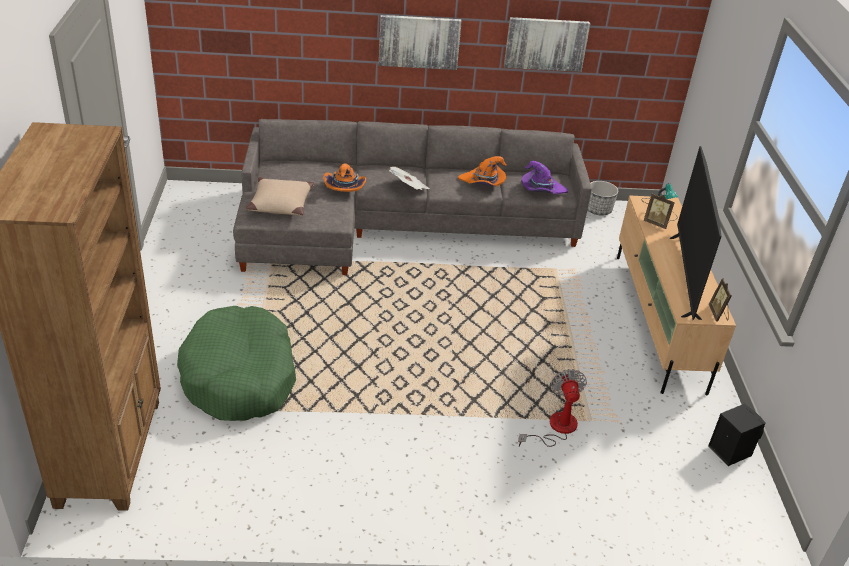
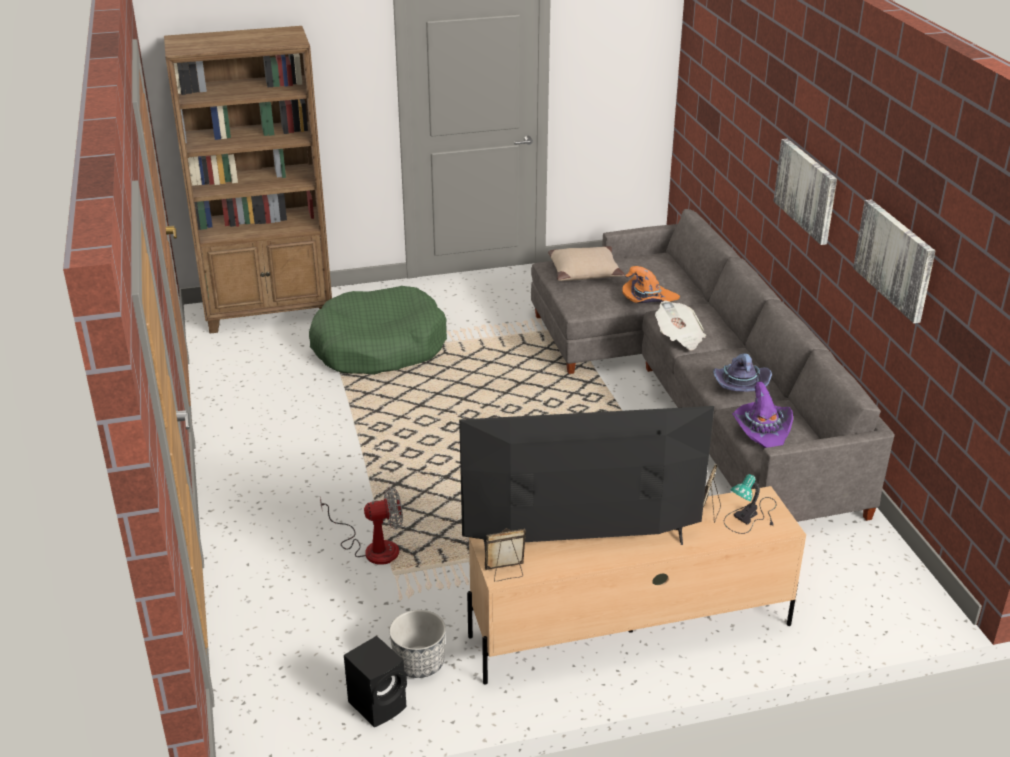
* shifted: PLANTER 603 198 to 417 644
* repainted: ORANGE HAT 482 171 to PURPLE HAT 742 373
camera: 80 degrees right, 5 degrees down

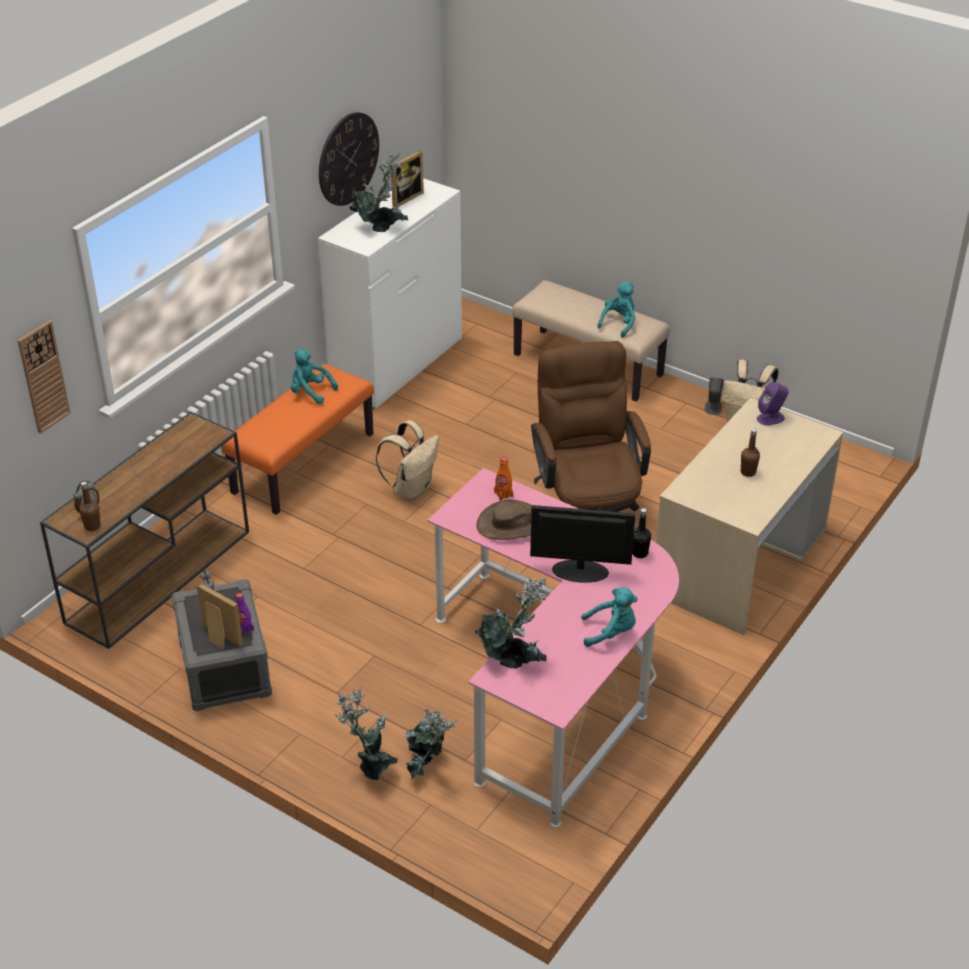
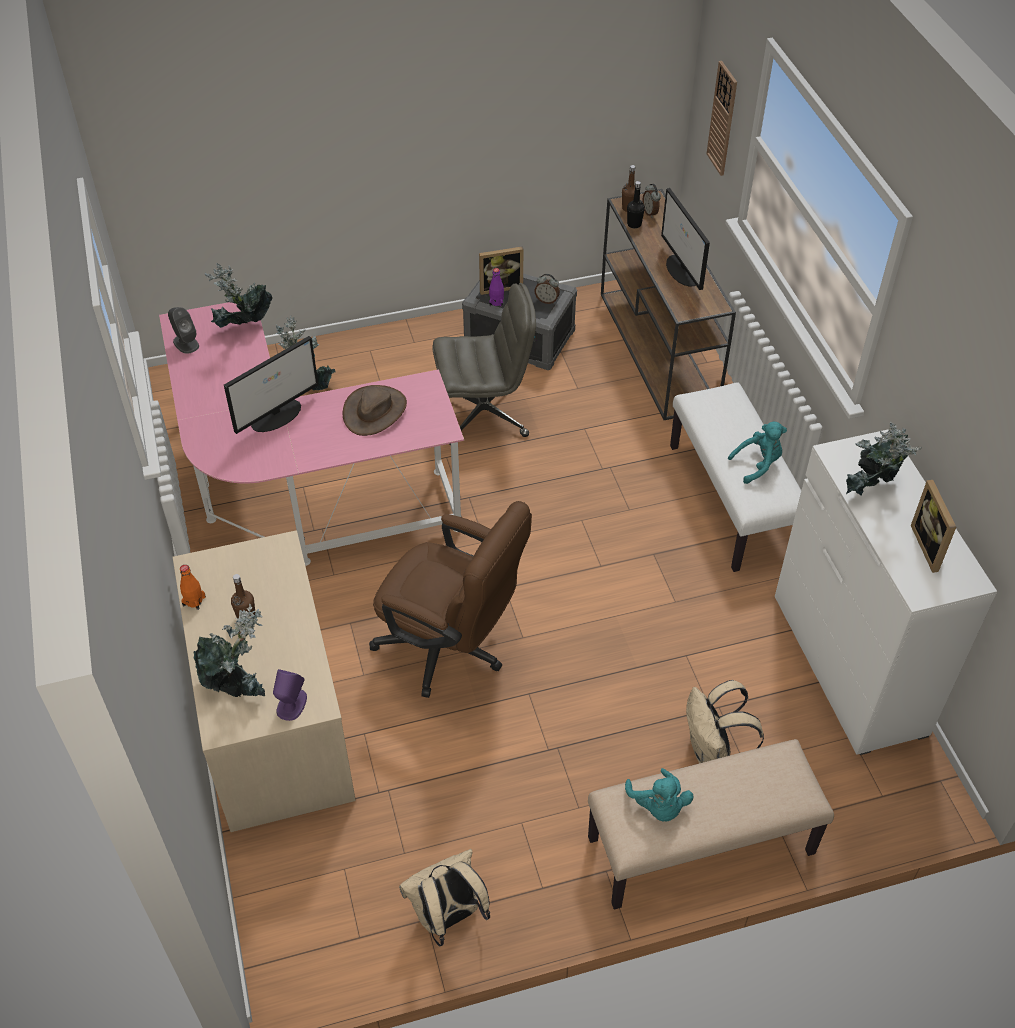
* shifted: GREY SPEAKER 714 396 to 183 330
* shifted: ORANGE BOTTLE 503 479 to 193 587
* shifted: POTTED PLANT 366 733 to 229 650
* new: GREY OFFICE CHAIR 484 364
* shifted: BLACK BOTTLE 641 533 to 636 205
* new: MONITOR 685 239
* repainted: ORANGE BENCH 297 439 to WHITE BENCH 735 477
* shifted: BEIGE BACKPACK 407 460 to 725 721
* gone: WALL CLOCK 349 159
* gone: TURQUOISE PLUSH TOY 609 617
camera: 130 degrees right, 10 degrees up

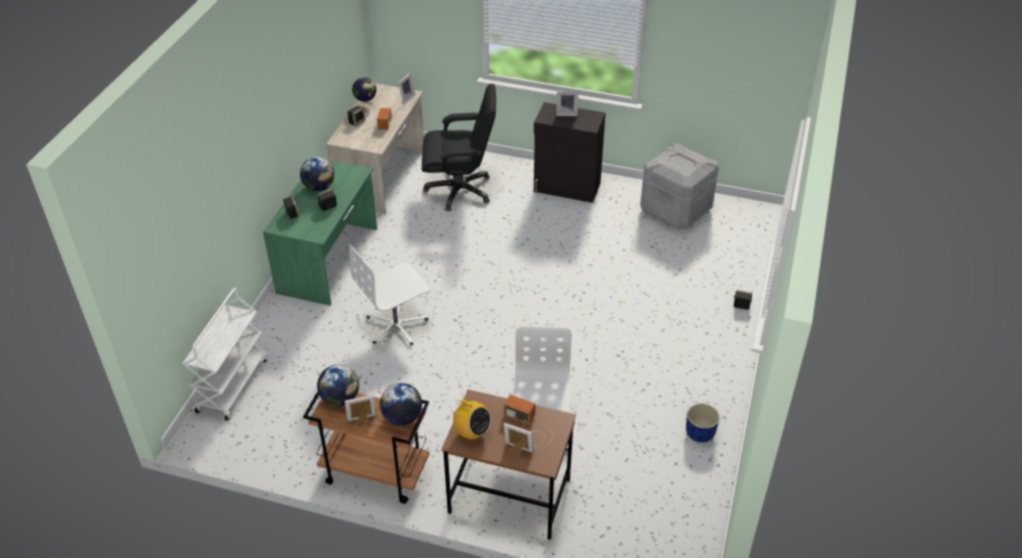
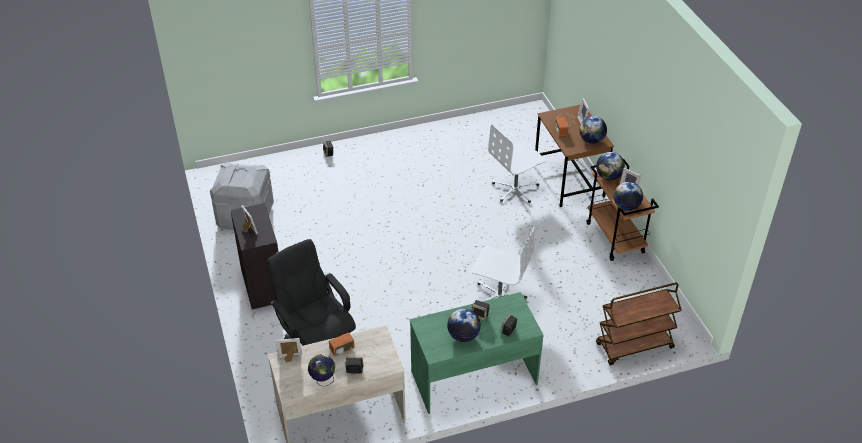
* swapped: RADIO 471 420 to GLOBE 593 130
* repainted: WHITE CART 225 354 to BROWN CART 639 323
* gone: BLUE PLANTER 703 423
camera: 125 degrees left, 0 degrees up

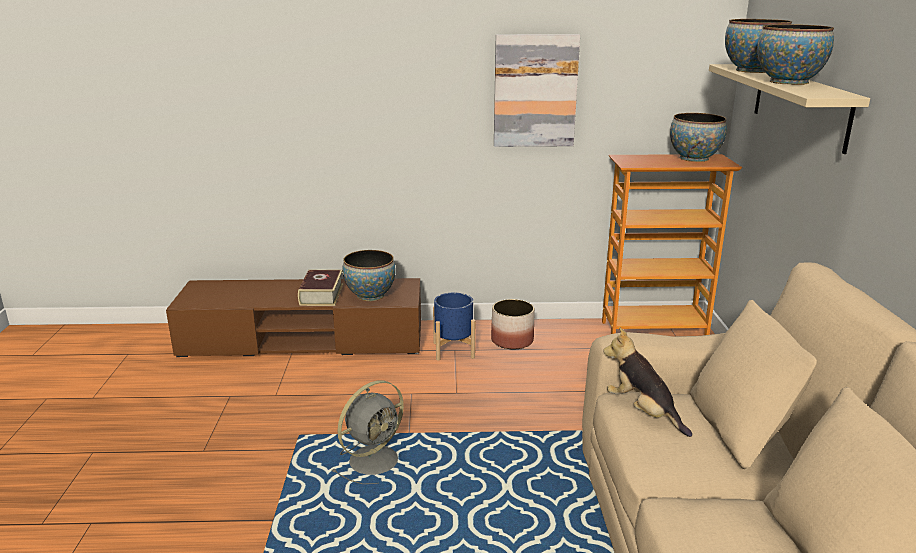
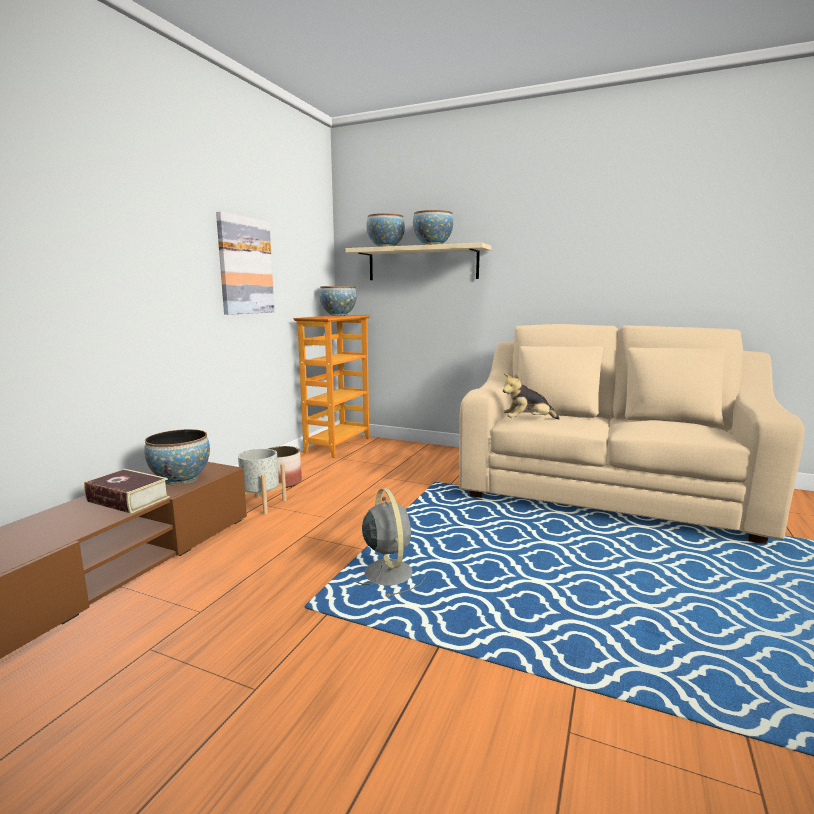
* repainted: BLUE PLANTER 454 327 to GREY PLANTER 262 482
camera: 65 degrees left, 10 degrees down

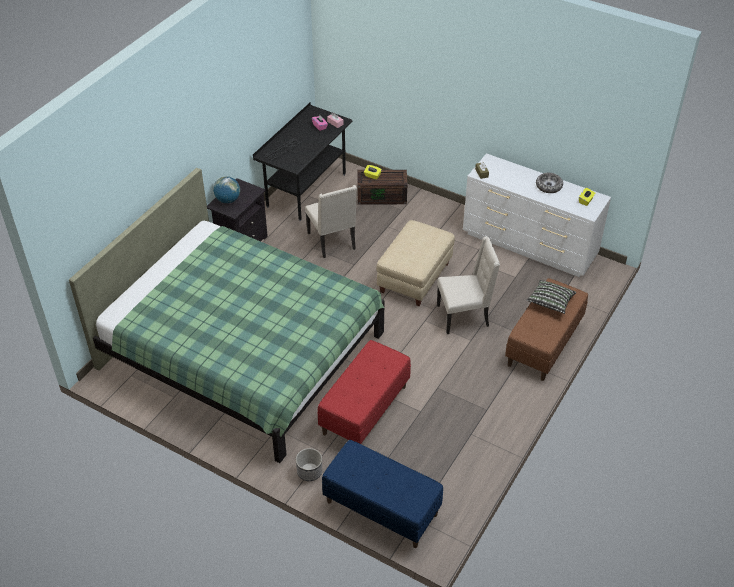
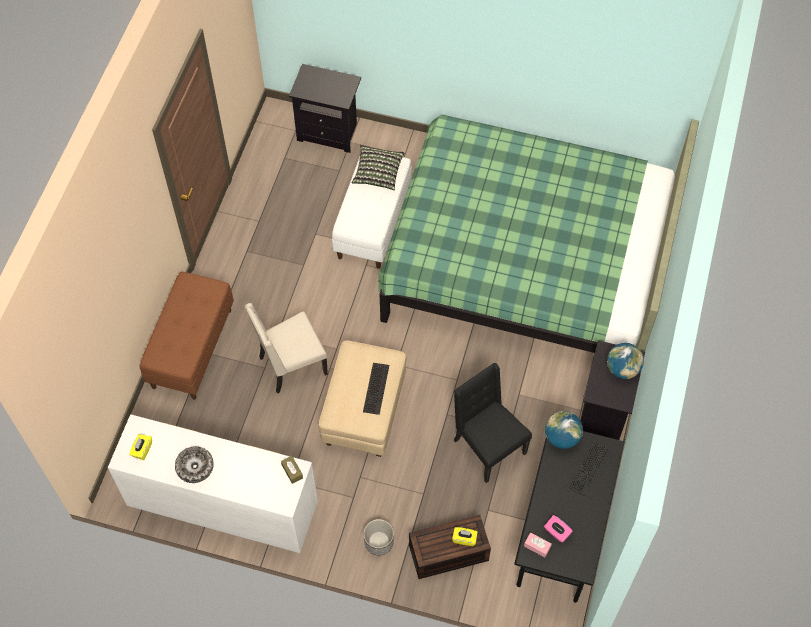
* swapped: BLUE BENCH 382 494 to BLACK NIGHTSTAND 325 108
* repainted: RED BENCH 364 392 to WHITE BENCH 372 213
* shifted: PILLOW 551 297 to 377 167
* new: KEYBOARD 376 389
* shifted: PLANTER 309 464 to 378 537
* repainted: BEIGE CHAIR 331 221 to BLACK CHAIR 493 423
* new: GLOBE 564 430
camera: 165 degrees right, 15 degrees up

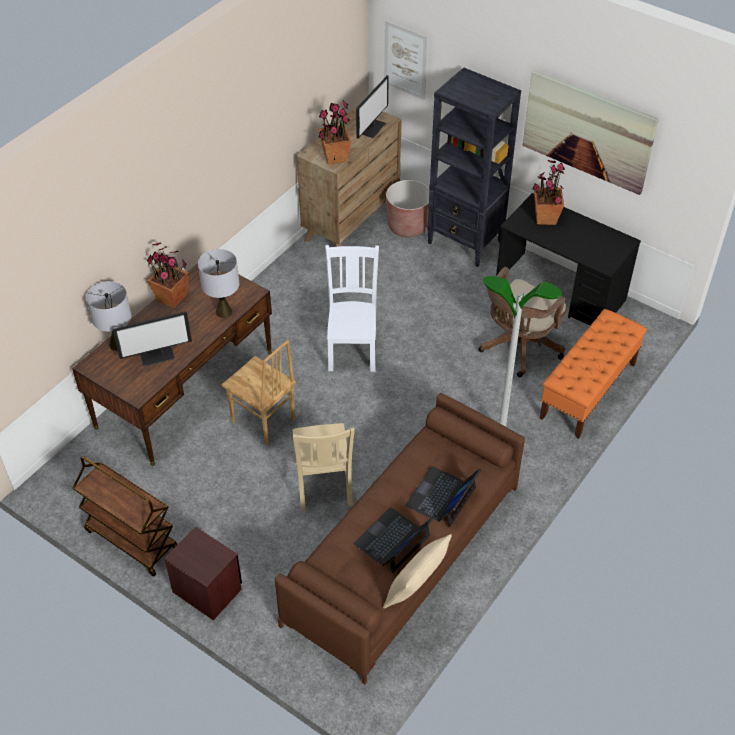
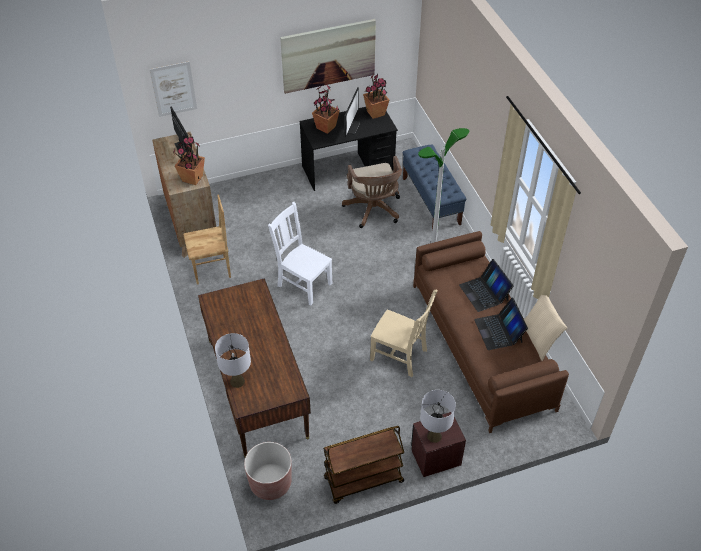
* shifted: BROWN CHAIR 258 392 to 207 240
* shifted: BROWN PLANTER 407 208 to 268 471
* shifted: MONITOR 152 338 to 351 112
* shifted: POTTED PLANT 168 275 to 376 96
* repainted: ORANGE BENCH 593 374 to BLUE BENCH 435 187
* shifted: GREY TABLE LAMP 218 283 to 438 416
* gone: BLACK BOOKCASE 474 167
camera: 55 degrees left, 0 degrees up

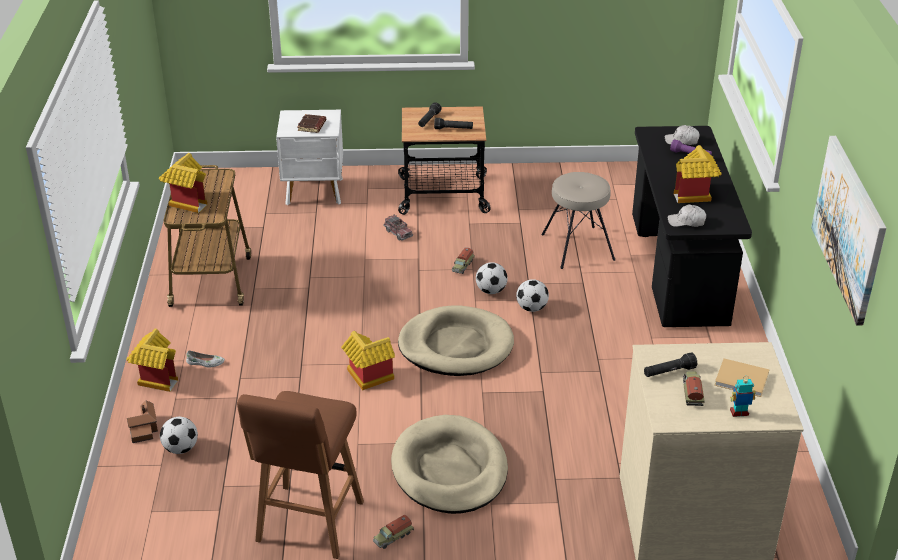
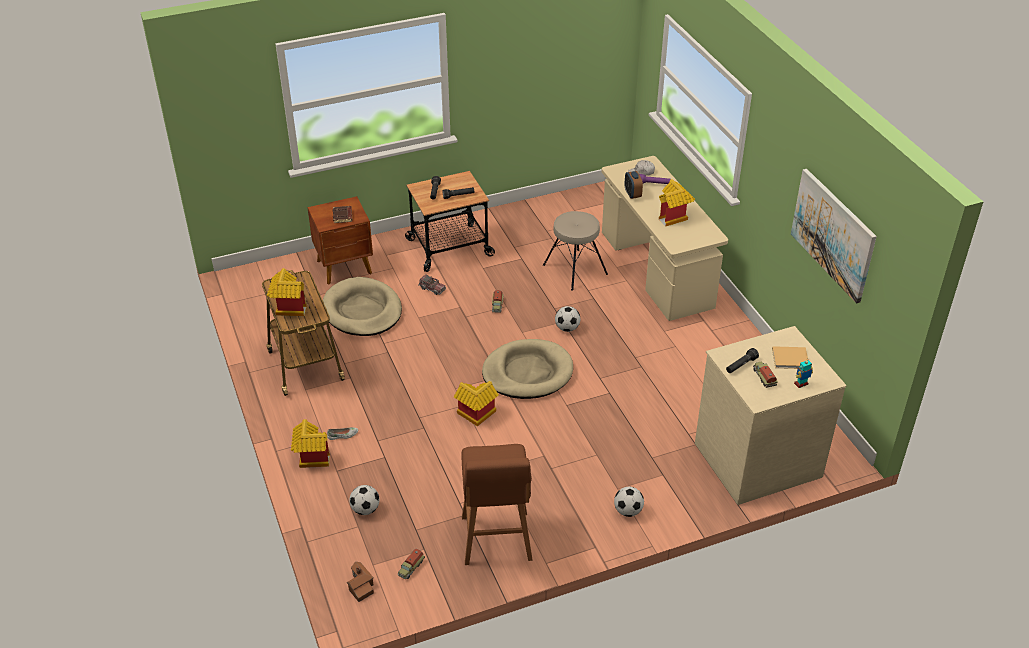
* repainted: WHITE NIGHTSTAND 309 157 to BROWN NIGHTSTAND 340 240
* shifted: BEIGE DOG BED 449 464 to 362 306
* shifted: TOY HOUSE 142 421 to 360 582
* shifted: TOY TRUCK 393 531 to 411 563
* repainted: BLACK DESK 692 226 to BEIGE DESK 665 238
* shifted: FOOTBALL 492 278 to 629 502
* new: ALARM CLOCK 634 185
* gone: WHITE CAP 687 215
camera: 20 degrees left, 5 degrees up

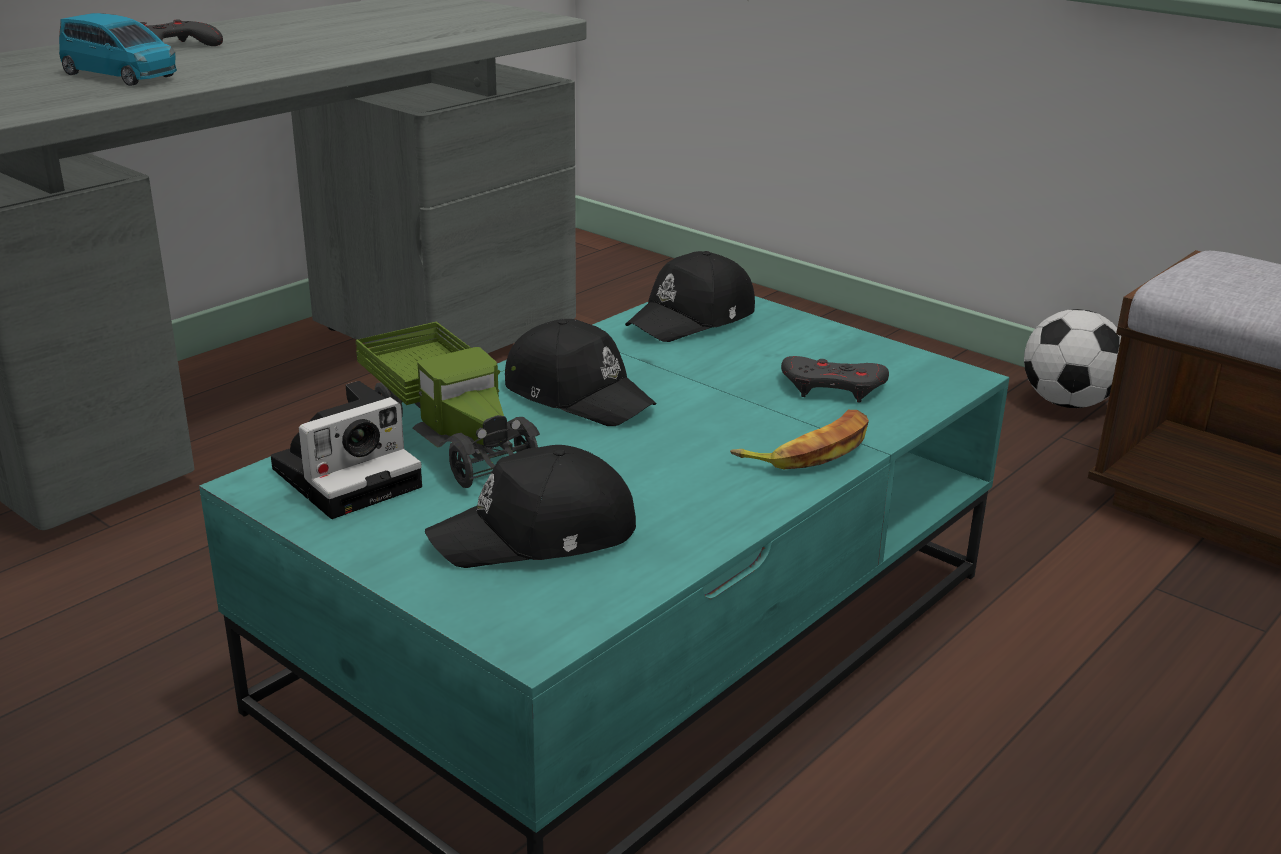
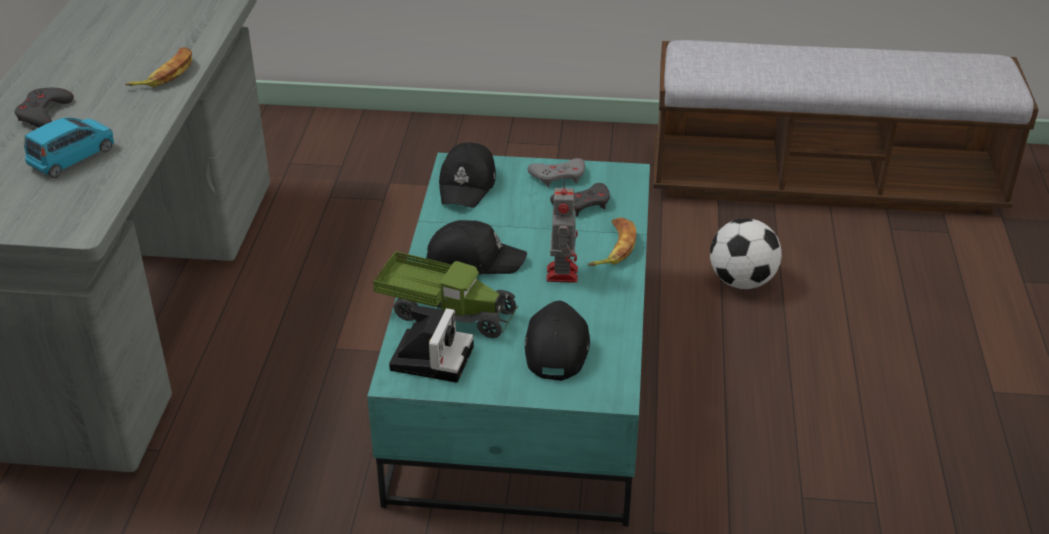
* rotated: BLUE TOY CAR 118 49 = 69 147 45 degrees counterclockwise
* new: BANANA 158 67
* rotated: BLACK CAP 530 506 = 557 340 150 degrees clockwise
* new: GREY GAME CONTROLLER 556 172
* new: TOY ROBOT 562 232
* shifted: FOOTBALL 1072 358 to 746 253
camera: 35 degrees left, 10 degrees up

